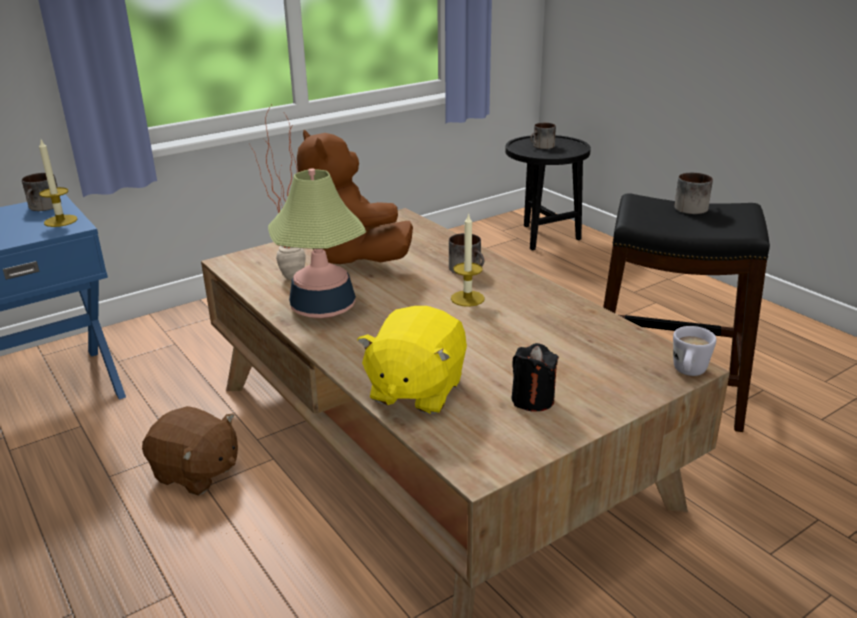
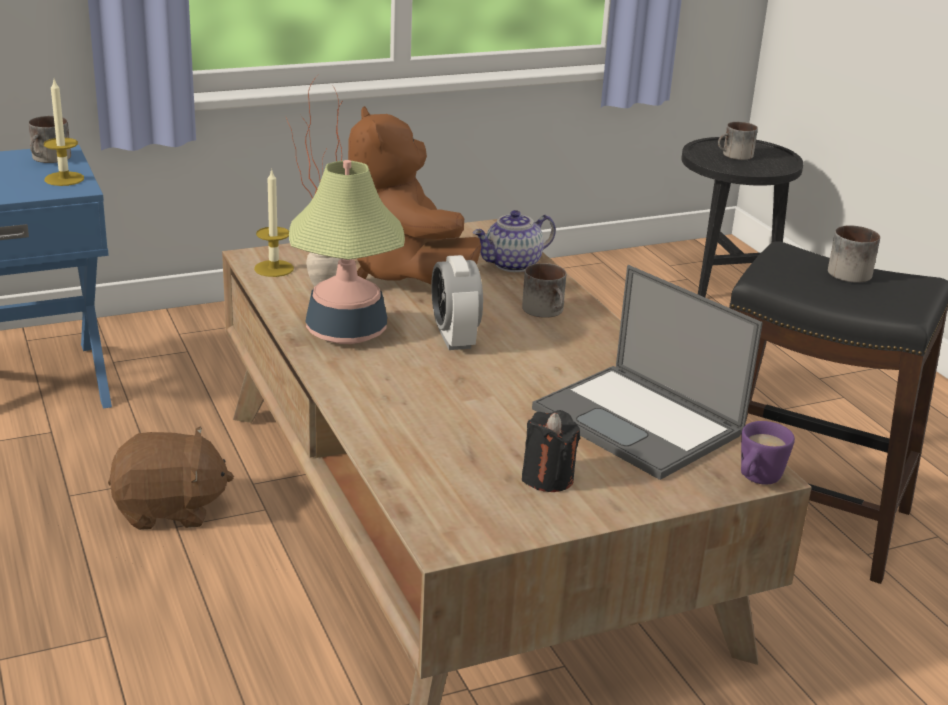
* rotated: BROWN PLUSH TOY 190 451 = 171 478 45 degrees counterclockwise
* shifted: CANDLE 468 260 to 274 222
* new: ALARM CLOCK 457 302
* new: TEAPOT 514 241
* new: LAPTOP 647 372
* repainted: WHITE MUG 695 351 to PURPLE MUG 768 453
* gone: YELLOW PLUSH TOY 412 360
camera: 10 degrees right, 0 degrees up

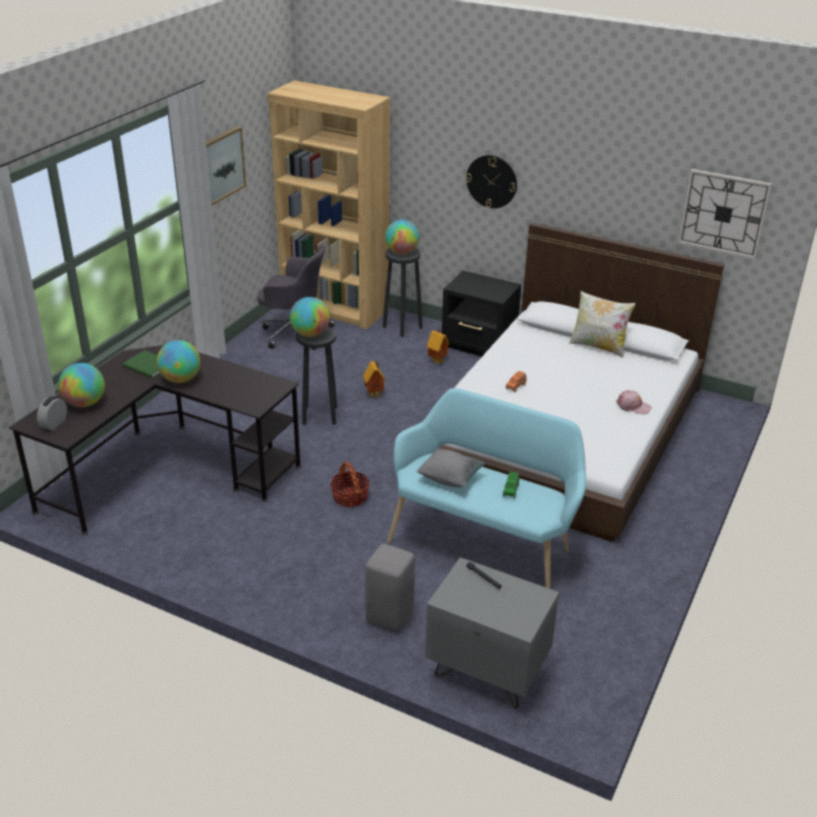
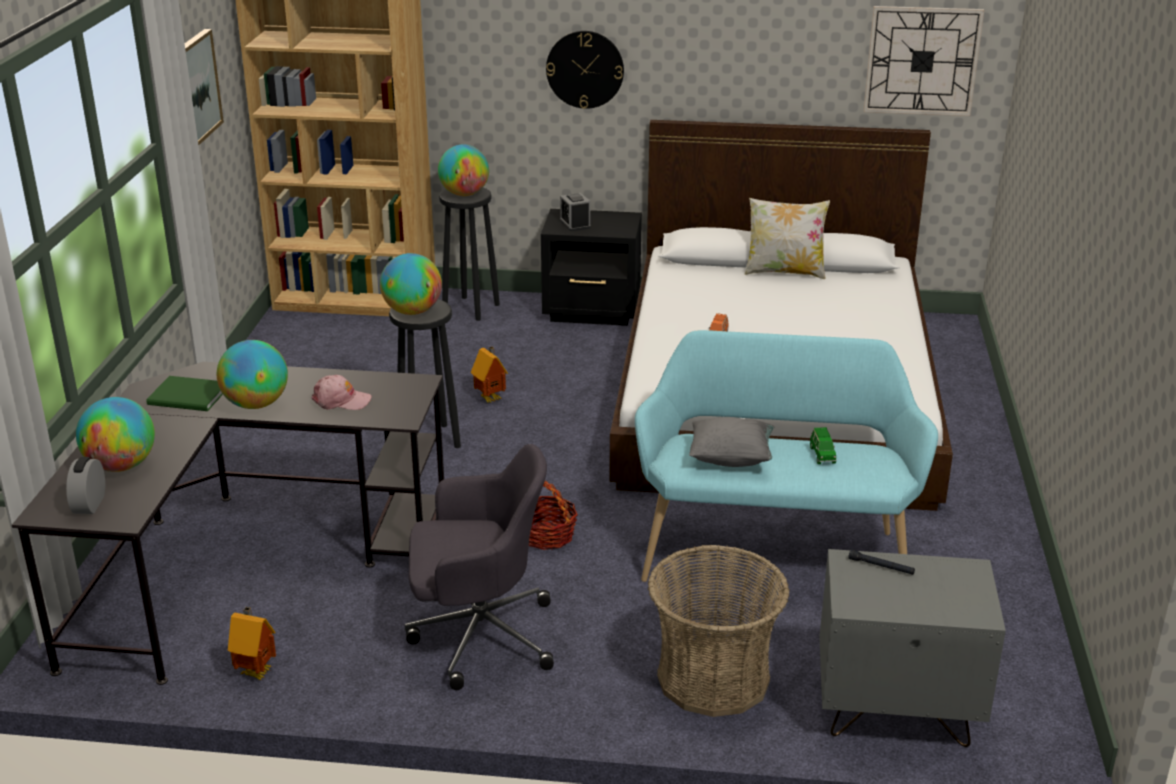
* shifted: TOY HOUSE 438 346 to 252 643
* shifted: PINK CAP 634 402 to 342 392
* shifted: GREY OFFICE CHAIR 296 297 to 479 567
* new: ALARM CLOCK 575 212
* swapped: GREY STOOL 390 588 to BASKET 718 631
camera: 20 degrees left, 5 degrees down

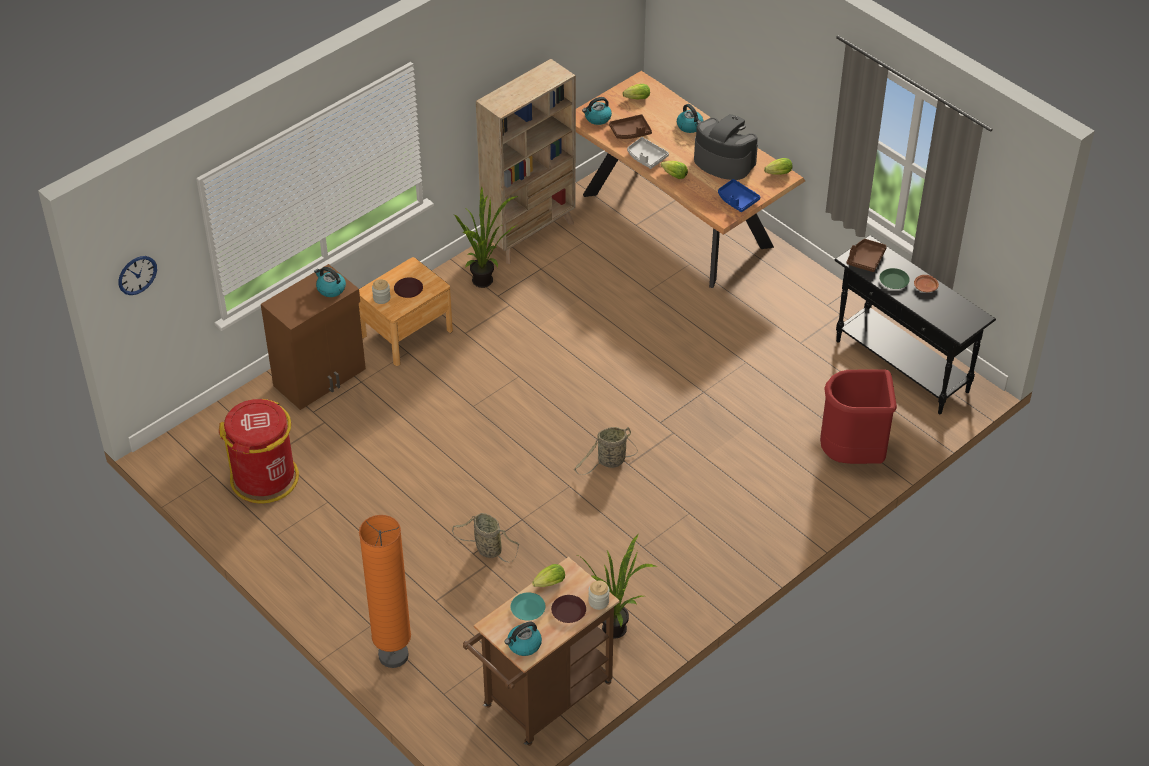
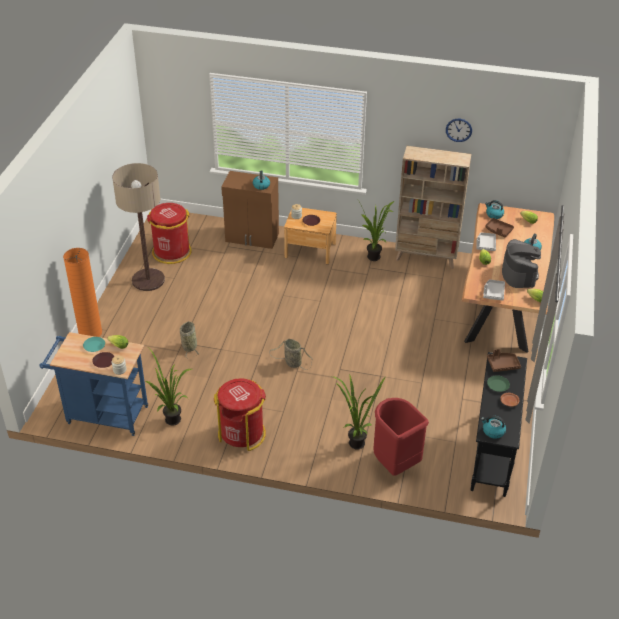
* repainted: BROWN CART 541 651 to BLUE CART 94 384
* new: FLOOR LAMP 138 227
* new: RED TRASH CAN 240 414
* new: POTTED PLANT 358 411
* shifted: WALL CLOCK 137 275 to 459 130
* shifted: KETTLE 523 639 to 493 427
* repainted: BLUE TRAY 739 195 to GREY TRAY 494 289
camera: 55 degrees right, 5 degrees down

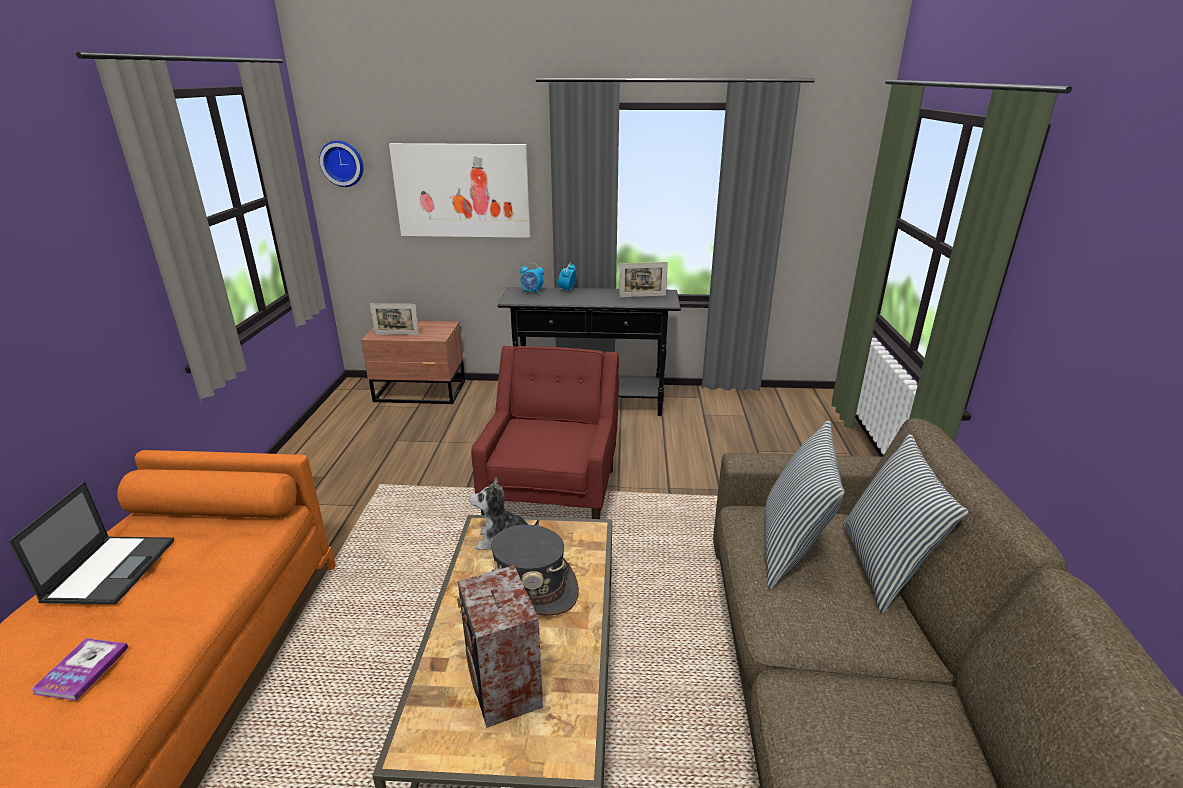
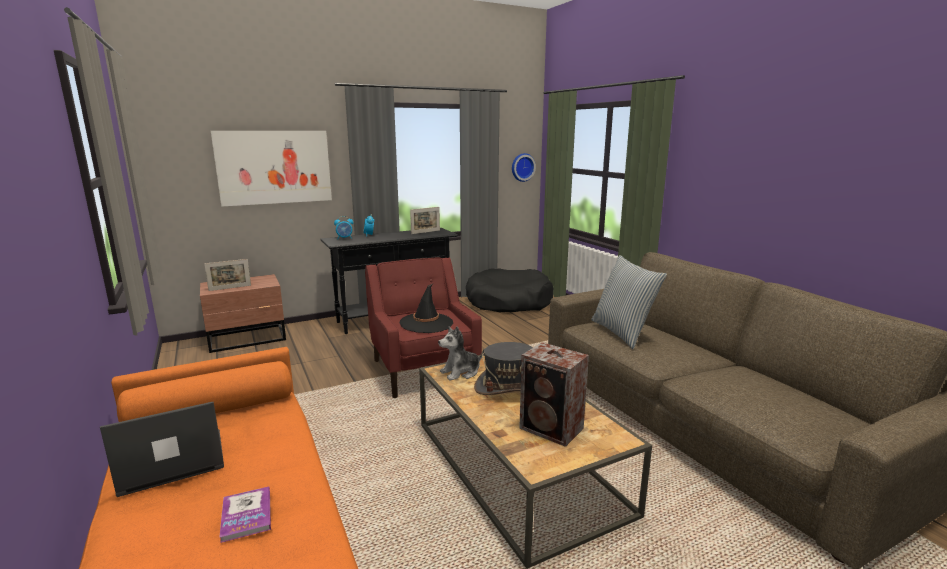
* rotated: LAPTOP 91 542 = 162 449 90 degrees counterclockwise
* new: BLACK HAT 426 308
* new: BLACK DOG BED 509 290
* shifted: WALL CLOCK 341 163 to 524 167
* gone: PILLOW 905 524
camera: 30 degrees left, 10 degrees down

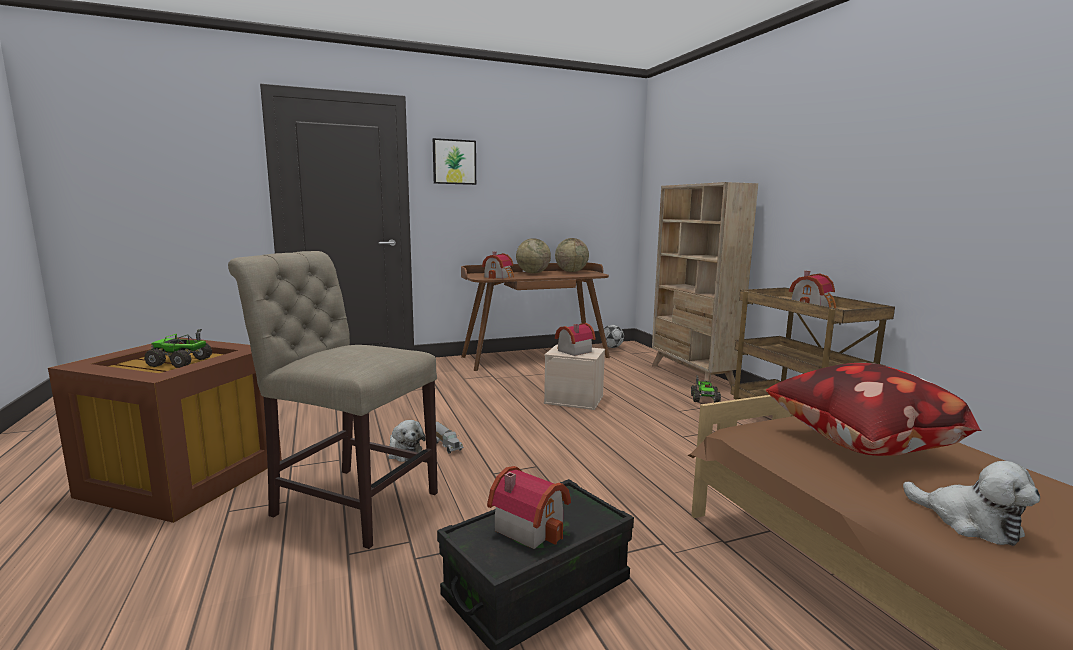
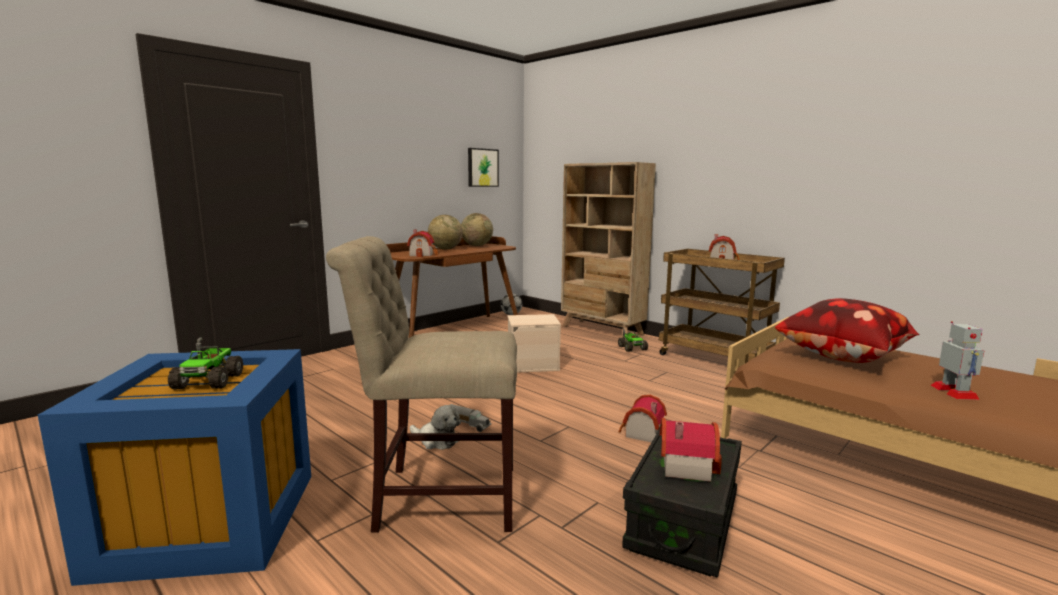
* repainted: BROWN STORAGE BOX 165 430 to BLUE STORAGE BOX 174 467
* rotated: TOY TRUCK 178 348 = 205 363 75 degrees counterclockwise
* shifted: PICTURE 454 161 to 483 167
* shifted: TOY HOUSE 575 339 to 643 418
* swapped: PLUSH TOY 971 503 to TOY ROBOT 957 360
camera: 25 degrees left, 0 degrees up

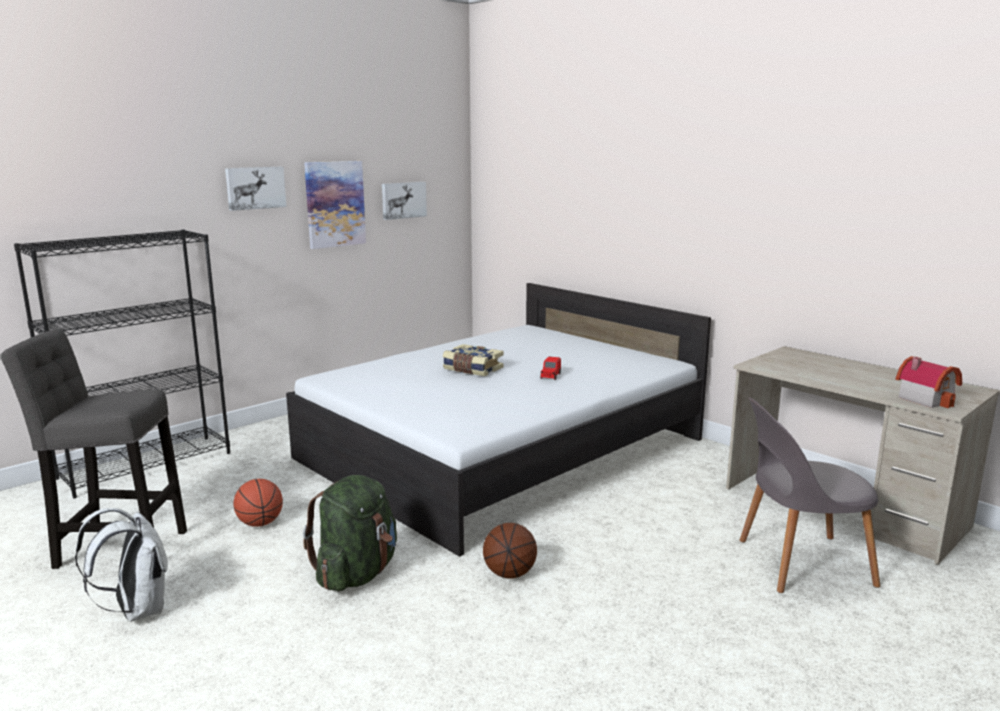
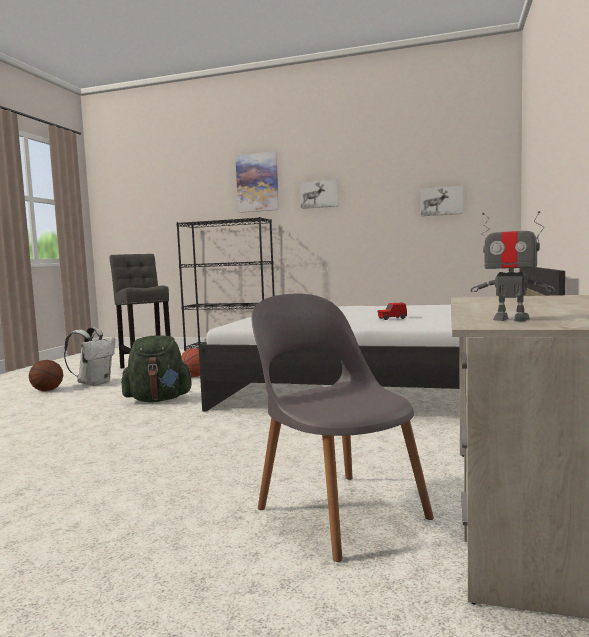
* shifted: BASKETBALL 510 550 to 46 375
* shifted: PICTURE 335 205 to 257 182
* swapped: TOY HOUSE 928 382 to TOY ROBOT 513 266
* gone: BOOK 473 360
camera: 60 degrees right, 10 degrees down

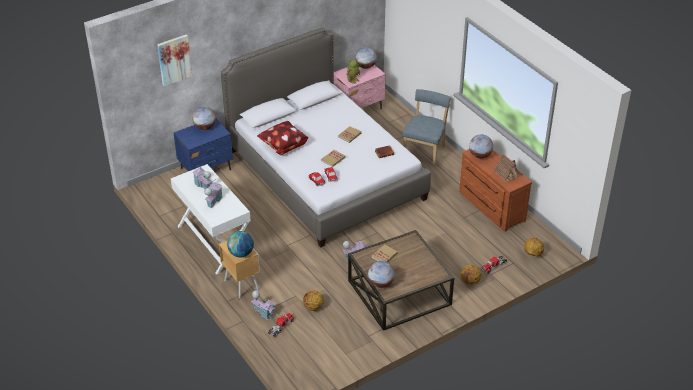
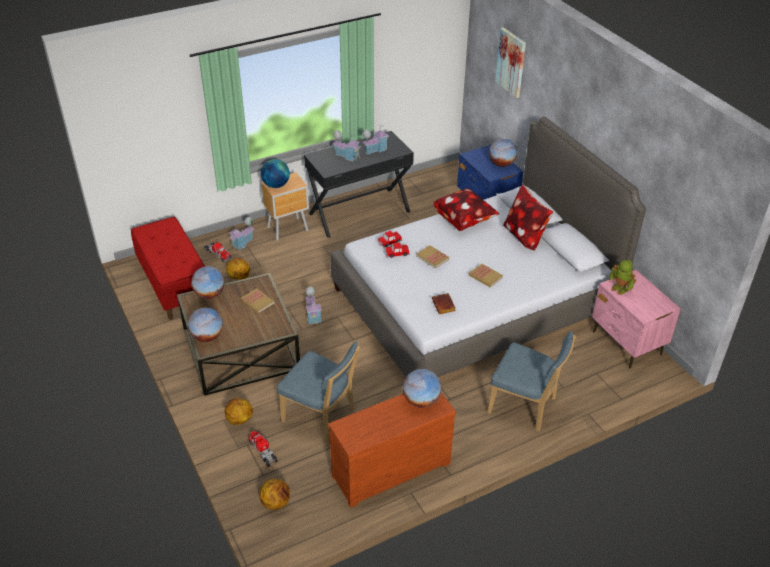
* new: RED BENCH 168 268
* shifted: GLOBE 366 58 to 205 325
* new: BLUE CHAIR 318 392
* repainted: WHITE DESK 211 219 to BLACK DESK 359 184
* new: PILLOW 528 217
* gone: TOY HOUSE 506 167
camera: 95 degrees right, 0 degrees up

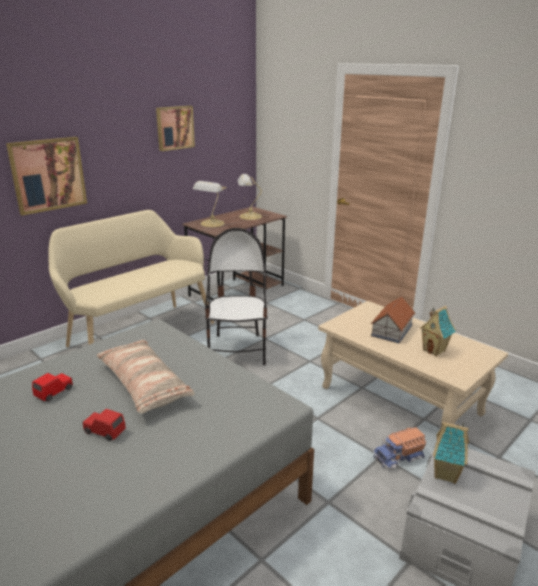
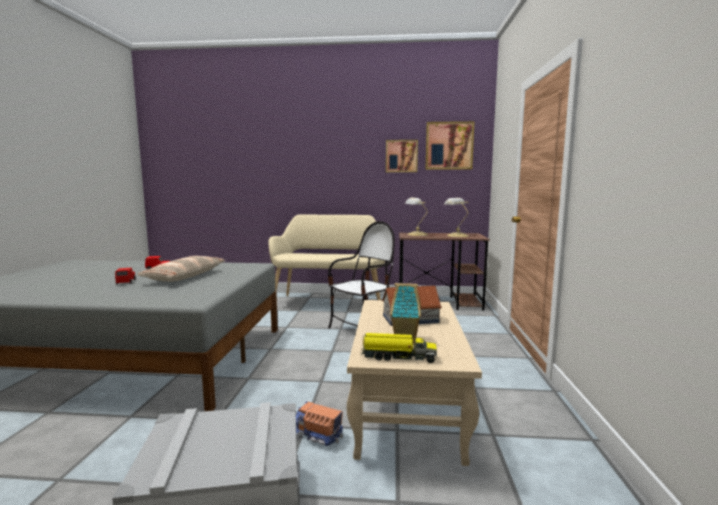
* new: TOY TRUCK 398 348
* shifted: PICTURE 46 176 to 450 145
* gone: TOY HOUSE 451 453
camera: 50 degrees right, 15 degrees down

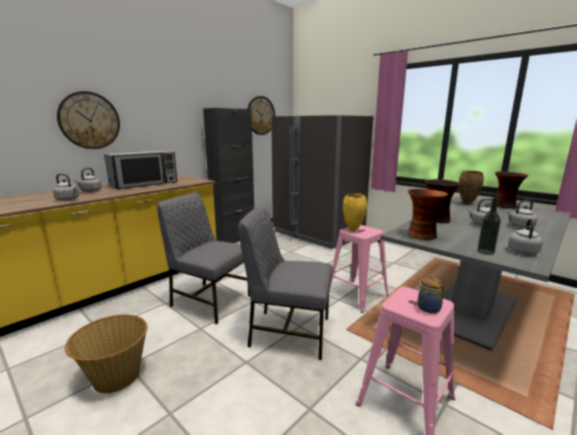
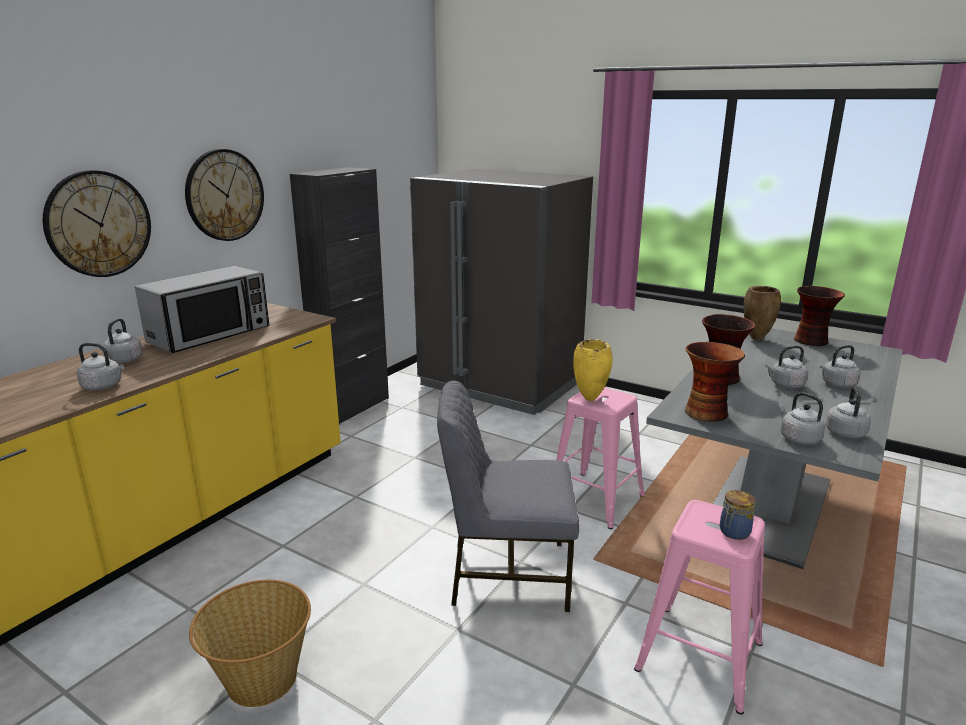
* shifted: WALL CLOCK 261 115 to 224 195
* swapped: BOTTLE 489 226 to GREY KETTLE 801 418
* gone: GREY CHAIR 203 258
camera: 10 degrees left, 5 degrees up

